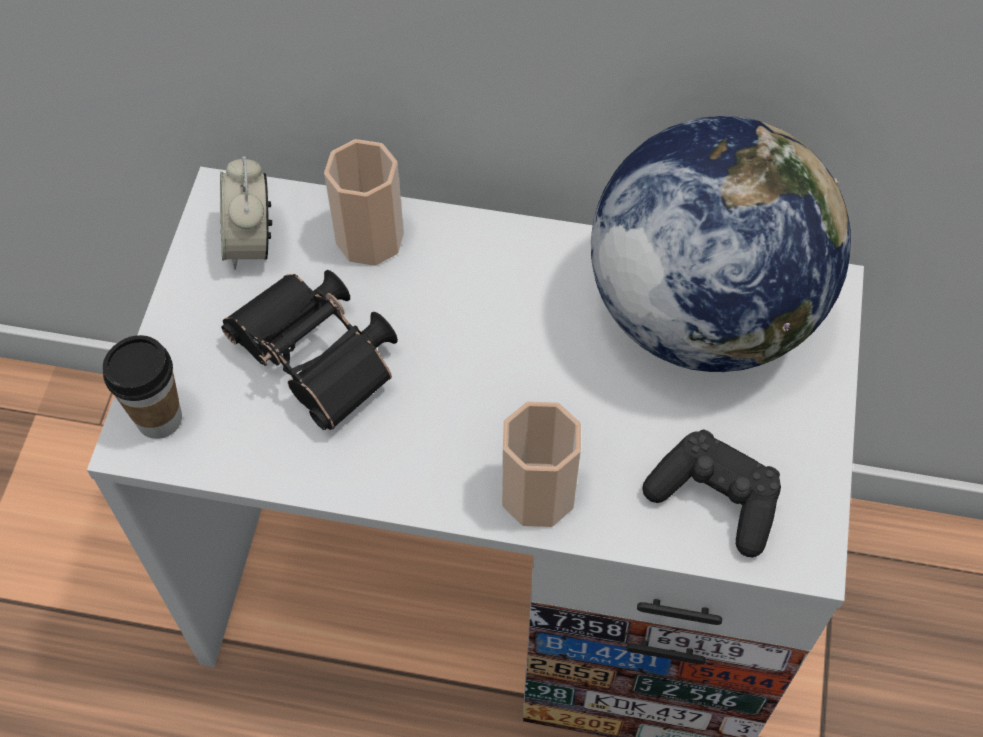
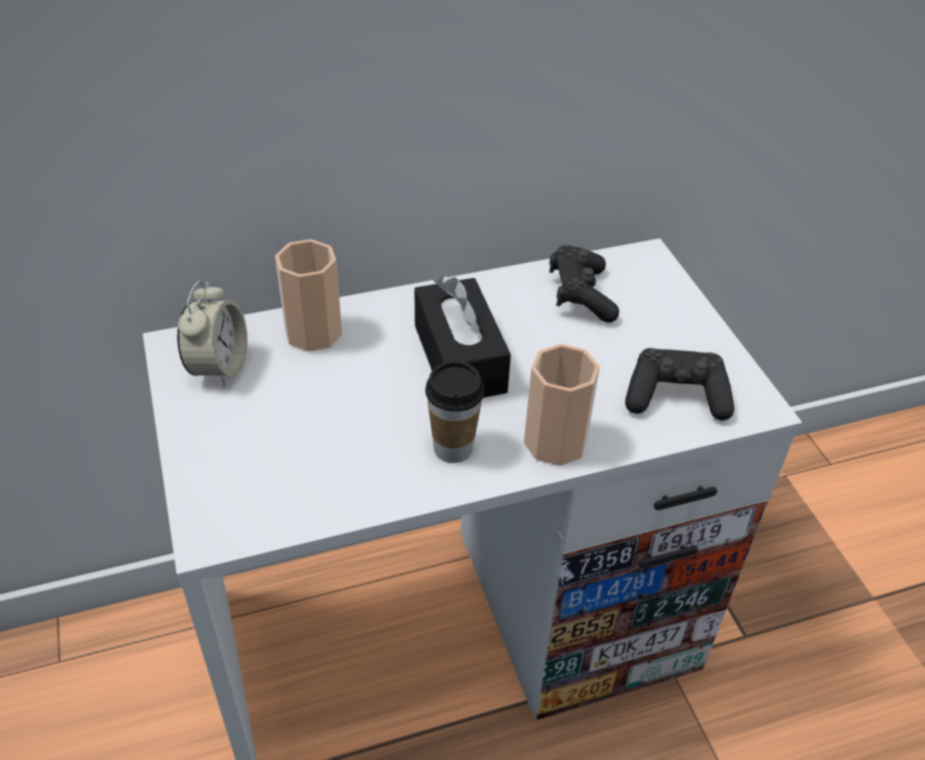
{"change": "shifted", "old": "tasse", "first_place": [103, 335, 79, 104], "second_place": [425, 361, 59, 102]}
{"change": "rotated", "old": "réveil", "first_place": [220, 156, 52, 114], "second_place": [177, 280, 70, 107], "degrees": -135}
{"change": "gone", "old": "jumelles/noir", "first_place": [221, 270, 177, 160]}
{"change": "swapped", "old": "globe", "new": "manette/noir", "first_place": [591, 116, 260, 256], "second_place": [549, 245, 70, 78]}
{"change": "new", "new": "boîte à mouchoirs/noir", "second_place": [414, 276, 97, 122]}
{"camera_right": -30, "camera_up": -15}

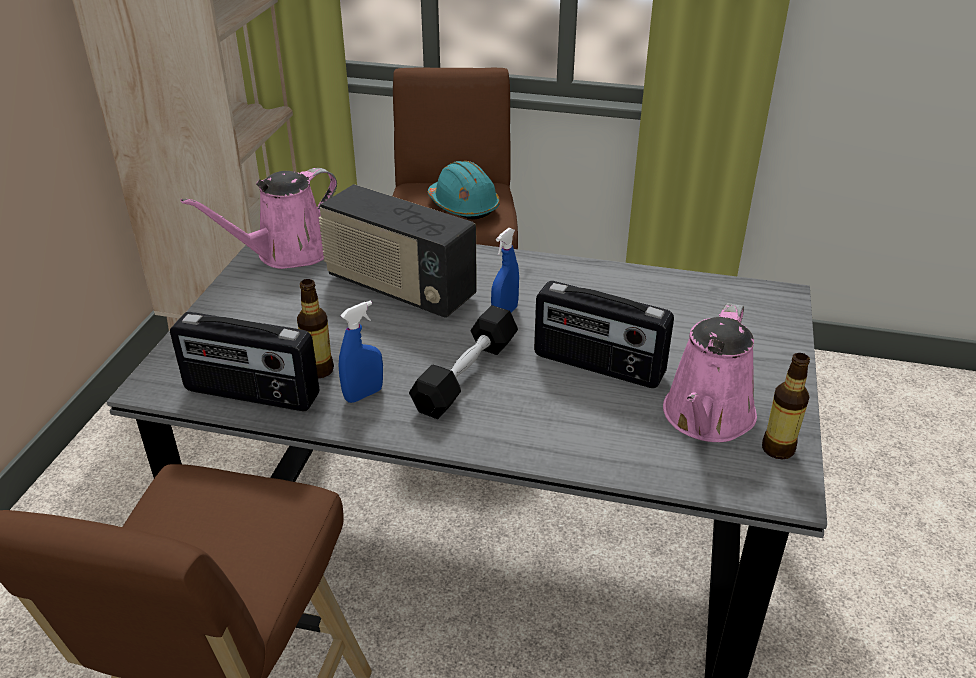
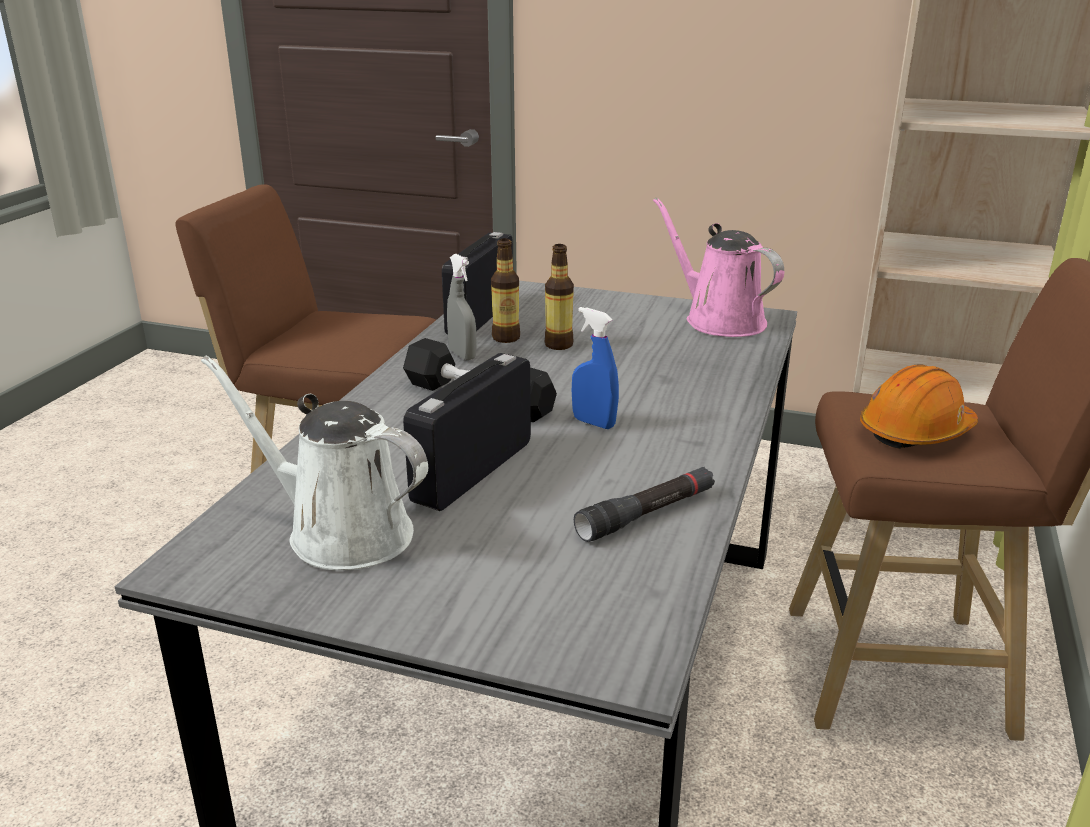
{"change": "gone", "old": "radio", "first_place": [319, 184, 158, 134]}
{"change": "repainted", "old": "vaporisateur/bleu", "new": "vaporisateur/gris", "first_place": [339, 301, 44, 102], "second_place": [447, 254, 30, 106]}
{"change": "repainted", "old": "casque de chantier/turquoise", "new": "casque de chantier/orange", "first_place": [428, 161, 72, 59], "second_place": [860, 365, 118, 84]}
{"change": "repainted", "old": "arrosoir/rose", "new": "arrosoir/blanc", "first_place": [663, 303, 94, 139], "second_place": [201, 356, 227, 214]}
{"change": "shifted", "old": "bouteille", "first_place": [762, 353, 48, 106], "second_place": [545, 244, 29, 106]}
{"change": "new", "new": "lampe de poche/noir", "second_place": [574, 467, 141, 75]}
{"camera_right": 95, "camera_up": -10}

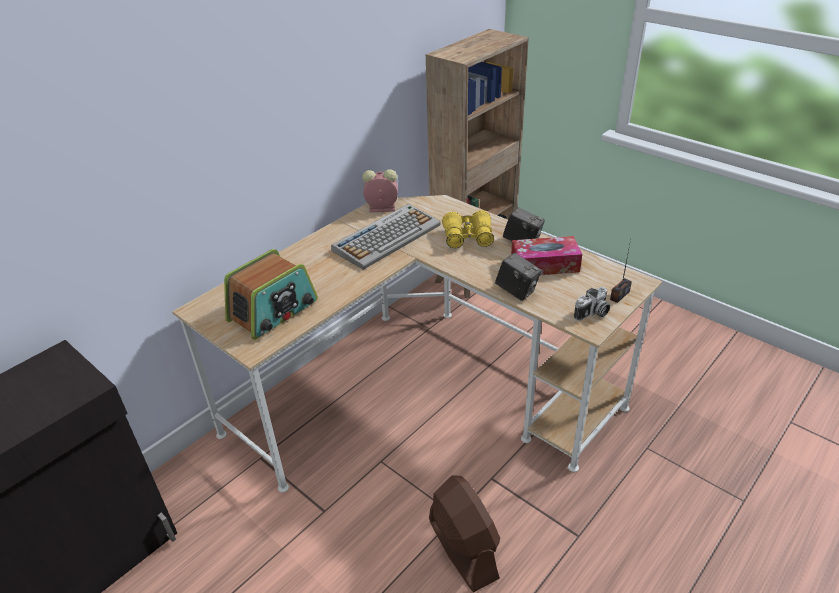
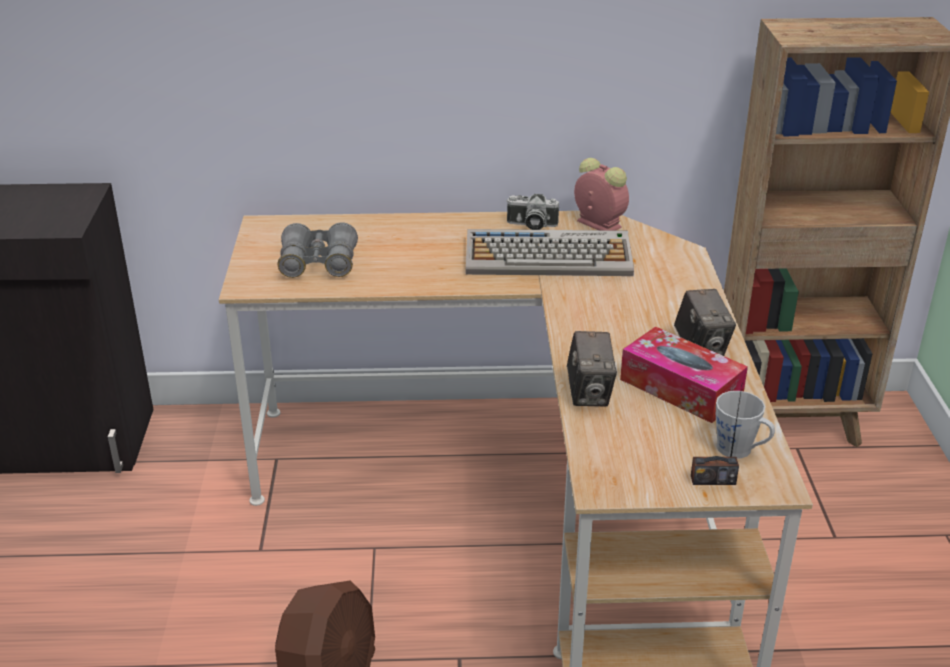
{"change": "swapped", "old": "radio", "new": "jumelles/gris", "first_place": [224, 249, 94, 91], "second_place": [278, 222, 80, 56]}
{"change": "gone", "old": "jumelles/jaune", "first_place": [442, 210, 52, 38]}
{"change": "shifted", "old": "appareil photo", "first_place": [574, 286, 36, 35], "second_place": [506, 194, 53, 36]}
{"change": "new", "new": "mug/gris", "second_place": [716, 391, 59, 67]}
{"camera_right": 45, "camera_up": -5}

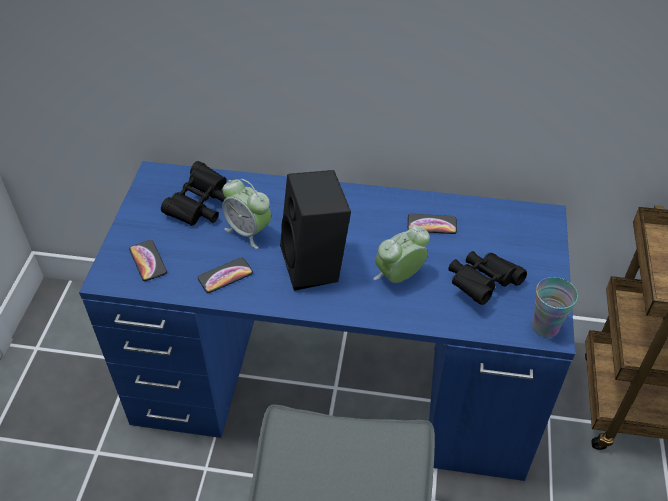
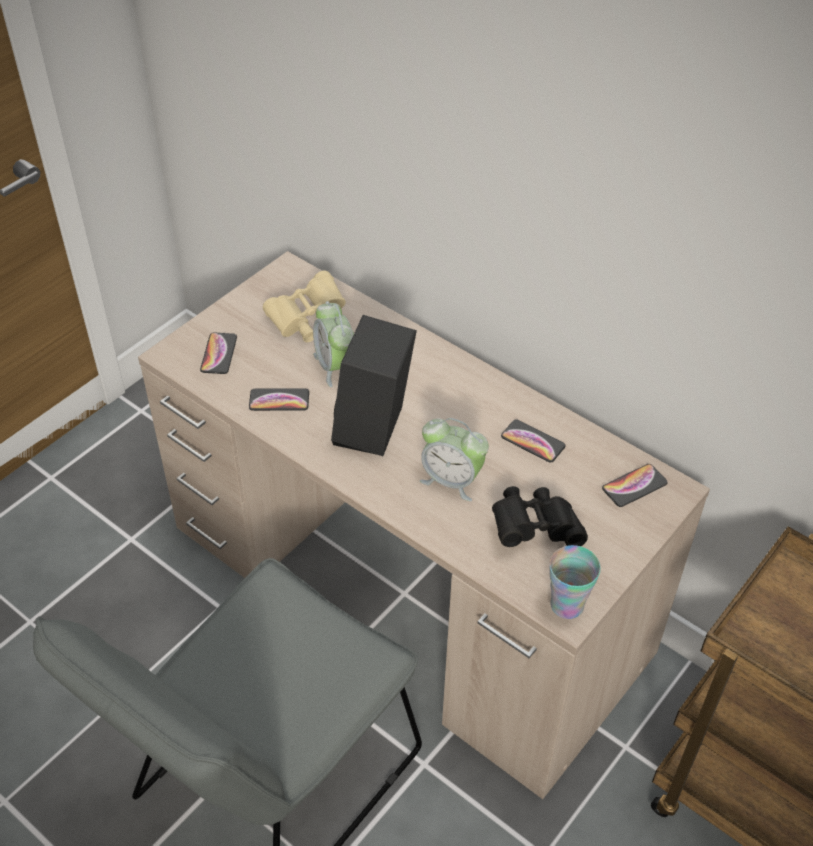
{"change": "repainted", "old": "bureau/bleu", "new": "bureau/beige", "first_place": [79, 161, 496, 320], "second_place": [138, 251, 572, 548]}
{"change": "repainted", "old": "jumelles/noir", "new": "jumelles/beige", "first_place": [161, 161, 66, 65], "second_place": [263, 271, 83, 71]}
{"change": "rotated", "old": "réveil", "first_place": [373, 226, 57, 57], "second_place": [420, 418, 69, 83], "degrees": -150}
{"change": "new", "new": "téléphone", "second_place": [602, 464, 66, 43]}
{"camera_right": 30, "camera_up": 0}

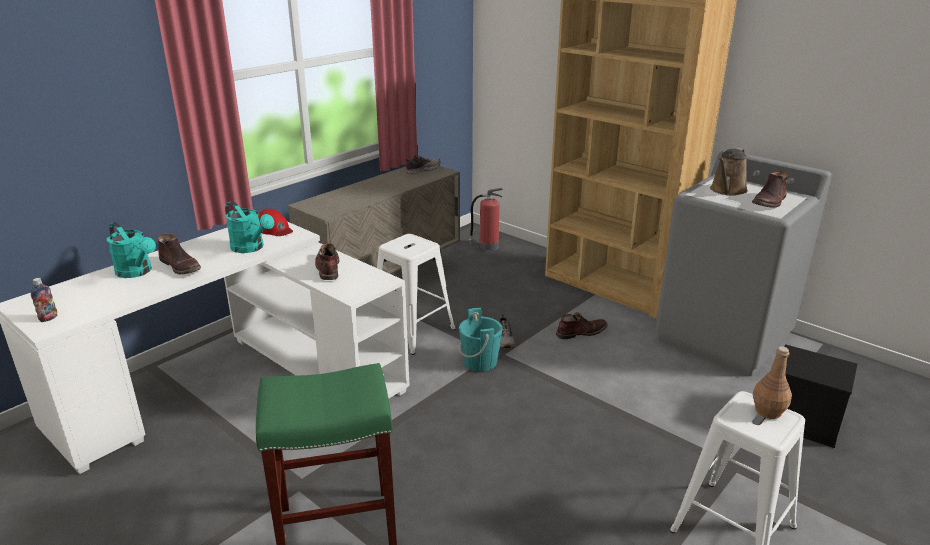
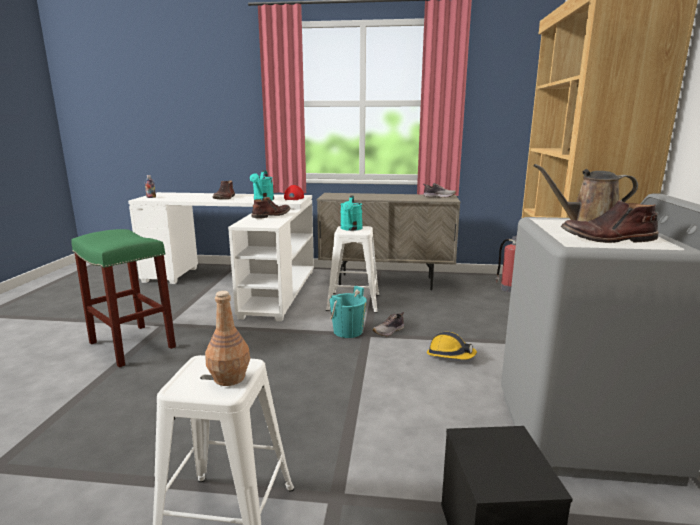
{"change": "shifted", "old": "arrosoir/turquoise", "first_place": [107, 222, 49, 56], "second_place": [340, 196, 23, 35]}
{"change": "swapped", "old": "botte/marron", "new": "casque de chantier", "first_place": [556, 312, 52, 27], "second_place": [427, 332, 50, 28]}
{"camera_right": 55, "camera_up": -10}

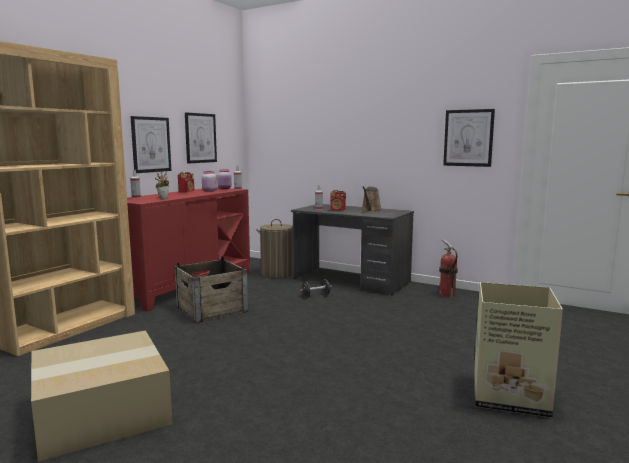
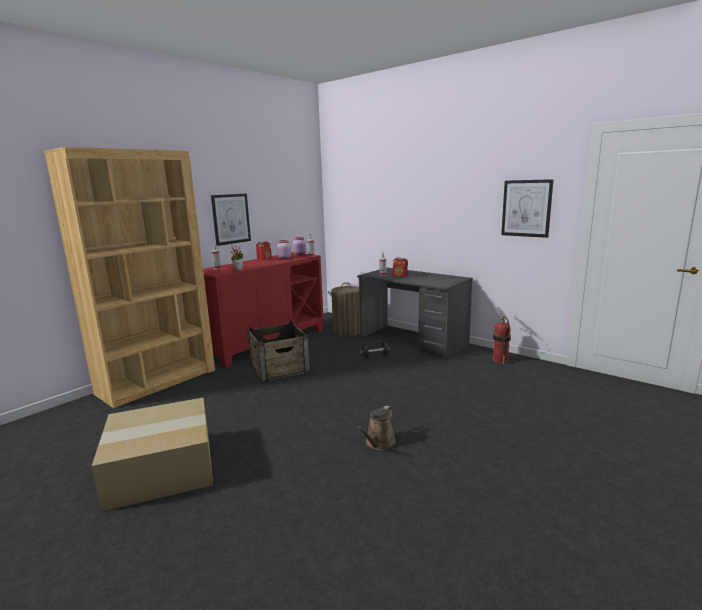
{"change": "gone", "old": "tableau", "first_place": [185, 112, 32, 52]}
{"change": "shifted", "old": "arrosoir/marron", "first_place": [361, 186, 21, 26], "second_place": [356, 406, 40, 44]}
{"change": "gone", "old": "carton", "first_place": [474, 282, 89, 136]}
{"camera_right": 10, "camera_up": 5}

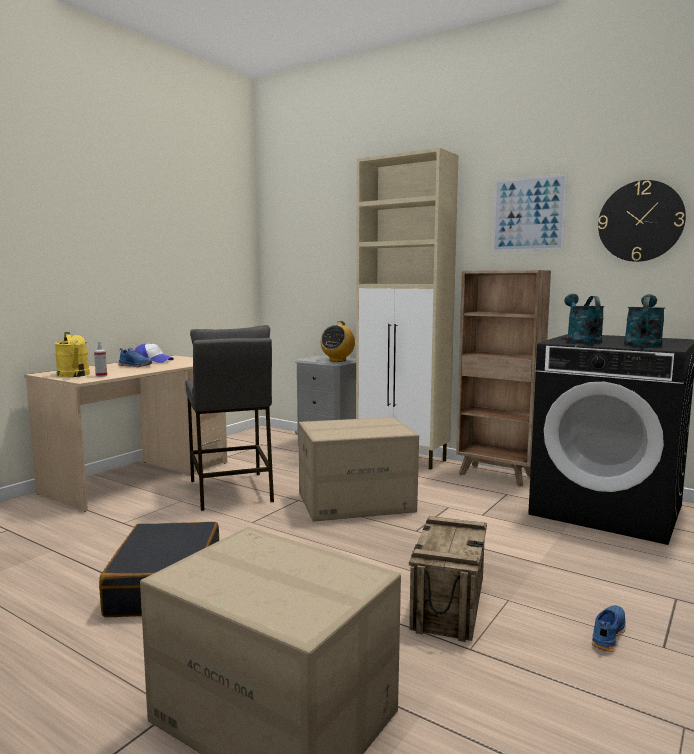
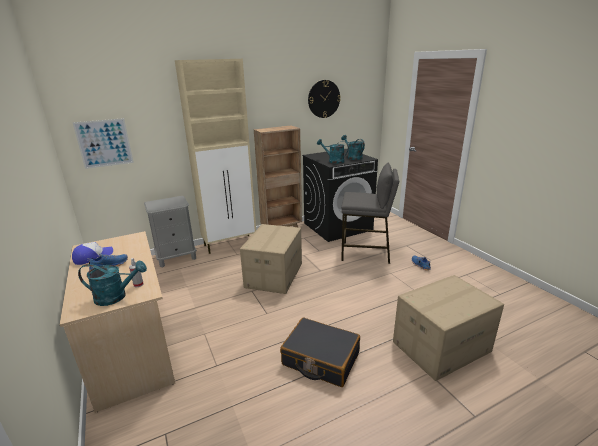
{"change": "repainted", "old": "arrosoir/jaune", "new": "arrosoir/turquoise", "first_place": [54, 332, 36, 45], "second_place": [78, 261, 69, 45]}
{"change": "shifted", "old": "tabouret/gris", "first_place": [185, 325, 89, 186], "second_place": [341, 162, 58, 102]}
{"change": "gone", "old": "radio", "first_place": [321, 321, 34, 41]}
{"change": "gone", "old": "caisse", "first_place": [409, 516, 78, 126]}
{"change": "shifted", "old": "tableau", "first_place": [492, 173, 76, 79], "second_place": [72, 118, 62, 51]}
{"camera_right": -60, "camera_up": 15}

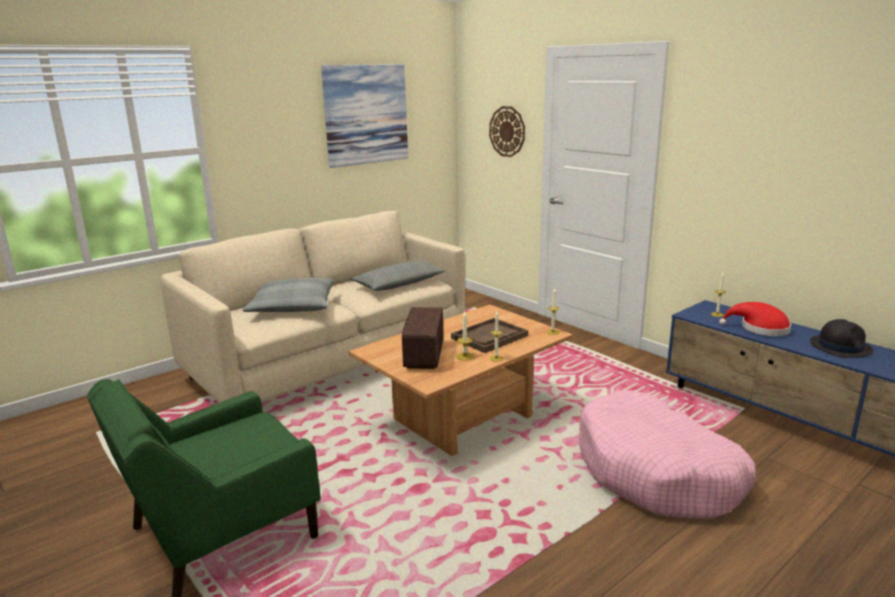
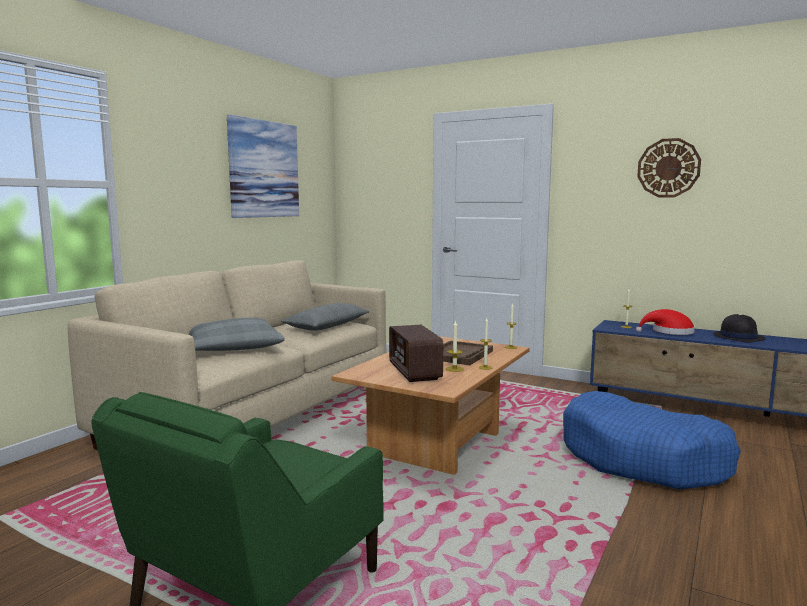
{"change": "shifted", "old": "horloge murale", "first_place": [489, 106, 36, 51], "second_place": [637, 138, 64, 59]}
{"change": "repainted", "old": "panier pour chien/rose", "new": "panier pour chien/bleu", "first_place": [579, 390, 177, 129], "second_place": [563, 391, 178, 98]}
{"camera_right": -20, "camera_up": -10}

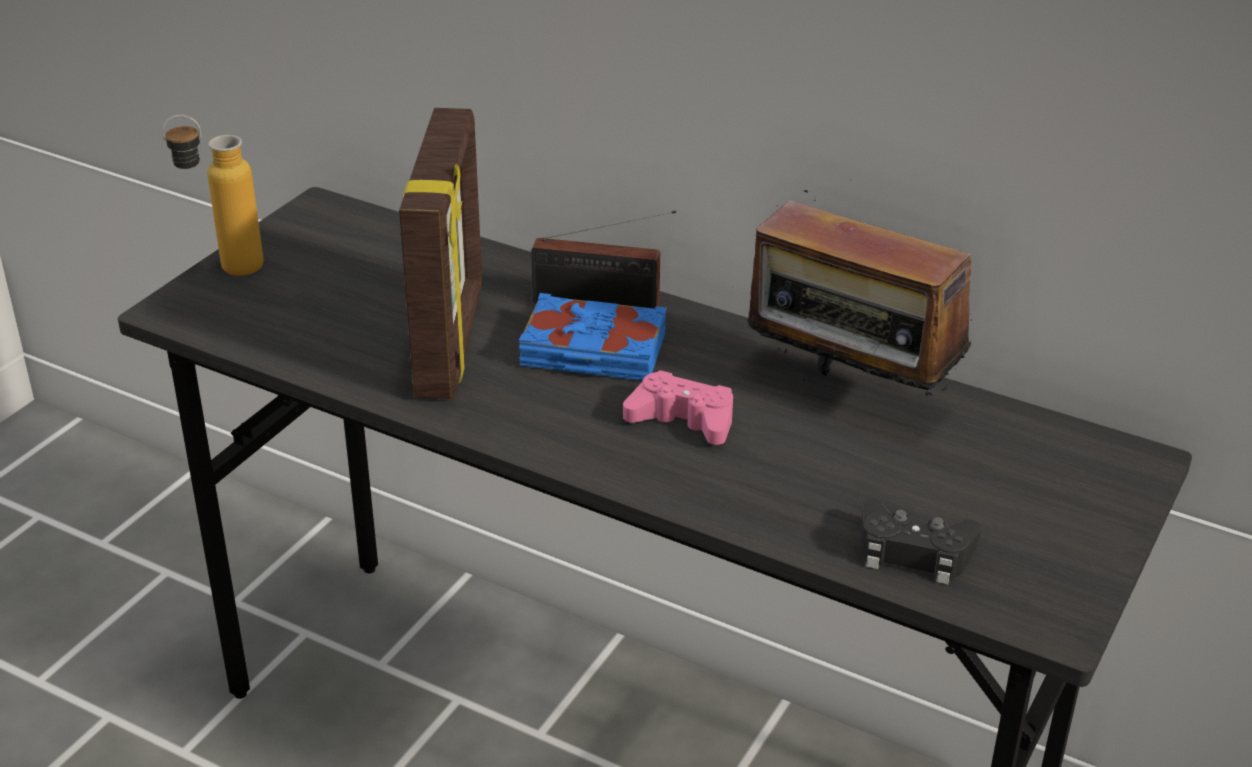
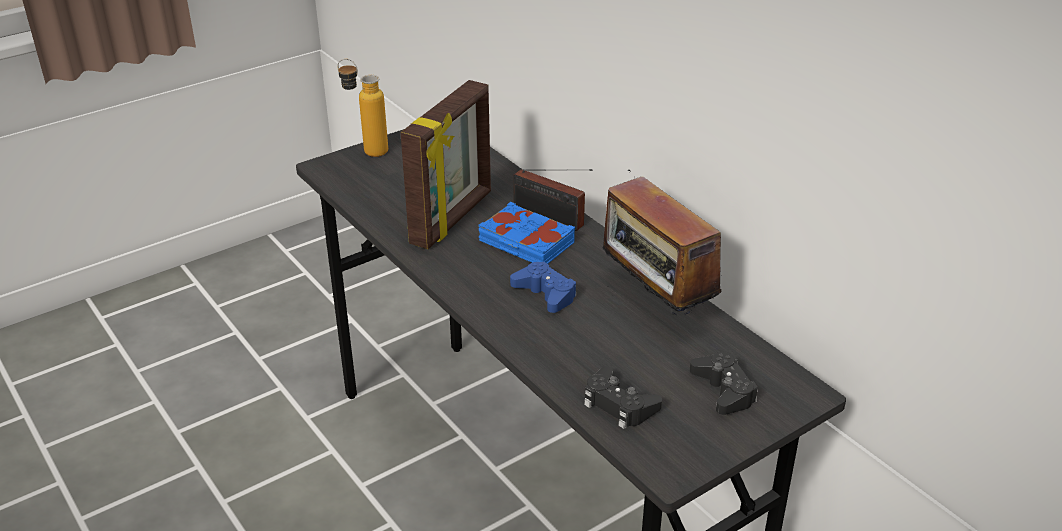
{"change": "repainted", "old": "manette/rose", "new": "manette/bleu", "first_place": [623, 370, 110, 75], "second_place": [510, 262, 66, 51]}
{"change": "new", "new": "manette/noir", "second_place": [690, 352, 68, 63]}
{"camera_right": 25, "camera_up": 0}

